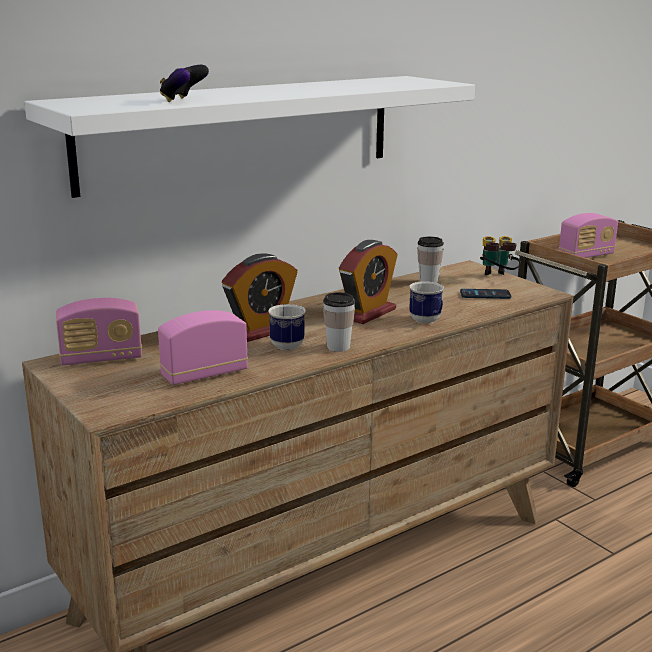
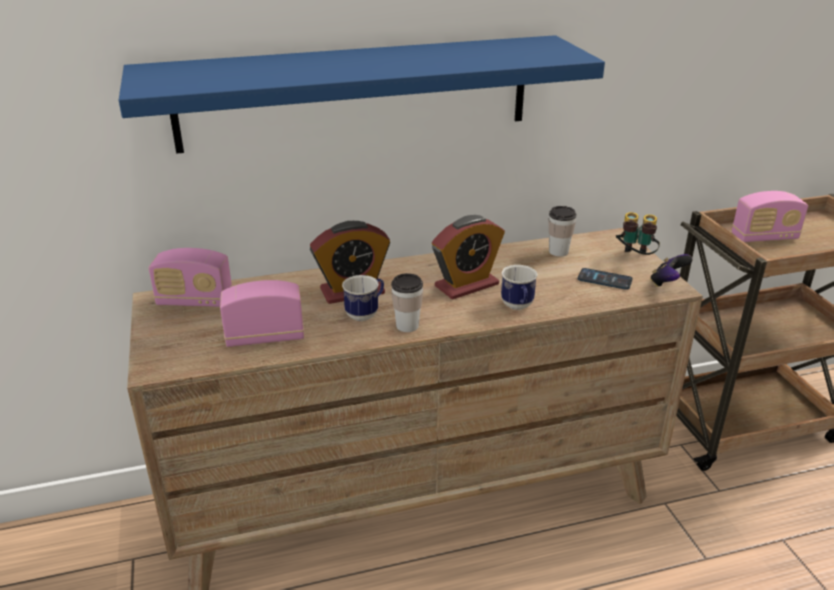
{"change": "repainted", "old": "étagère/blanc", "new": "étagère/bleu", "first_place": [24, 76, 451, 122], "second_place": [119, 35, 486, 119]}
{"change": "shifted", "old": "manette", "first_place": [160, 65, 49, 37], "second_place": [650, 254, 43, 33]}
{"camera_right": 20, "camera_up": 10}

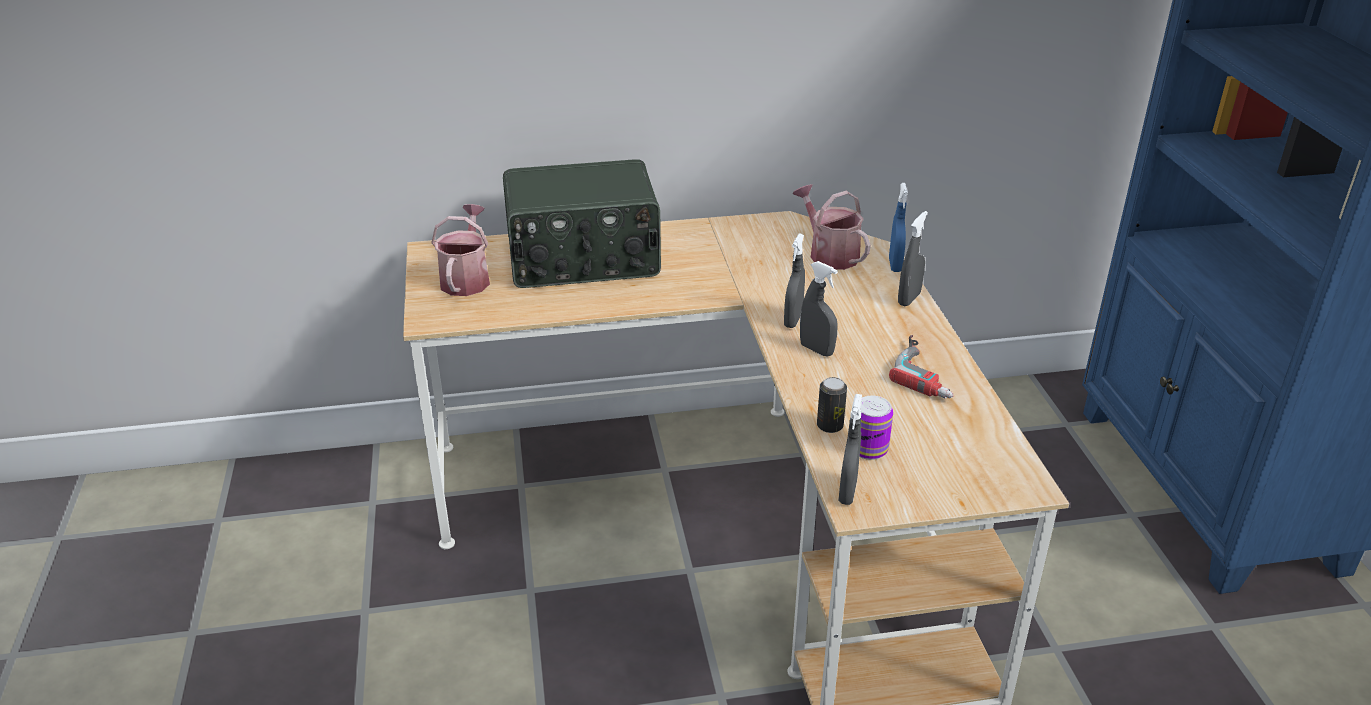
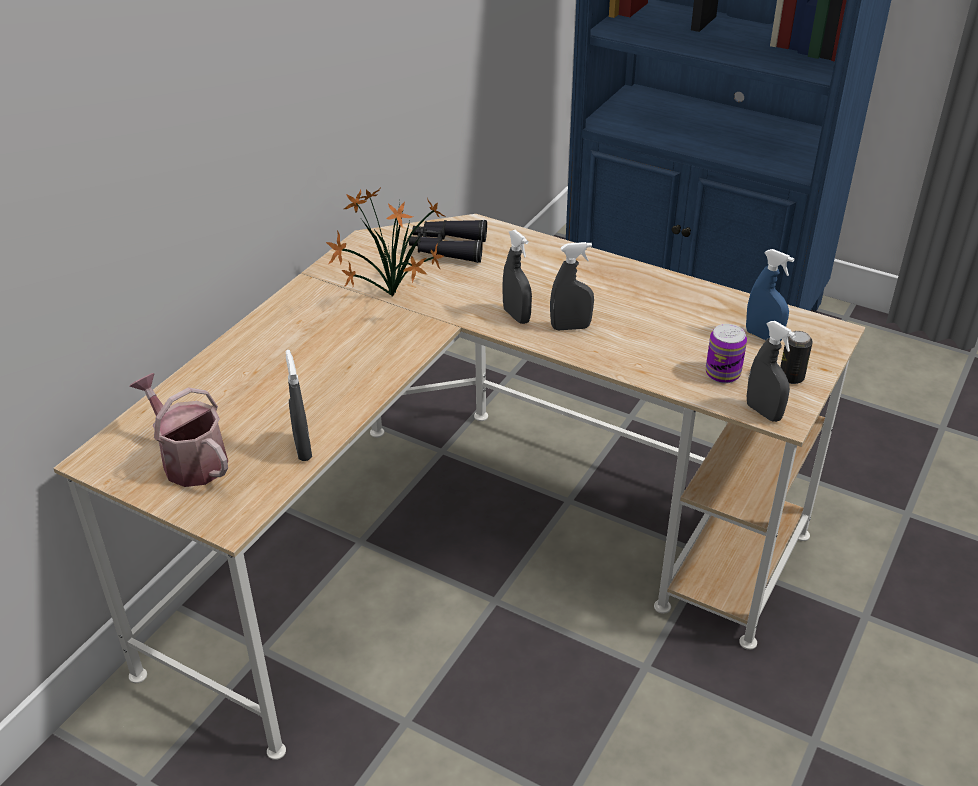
{"change": "gone", "old": "radio", "first_place": [503, 159, 158, 129]}
{"change": "swapped", "old": "arrosoir", "new": "jumelles/noir", "first_place": [793, 184, 78, 86], "second_place": [409, 220, 78, 43]}
{"change": "shifted", "old": "boîte métallique", "first_place": [817, 377, 30, 56], "second_place": [780, 331, 33, 53]}
{"change": "shifted", "old": "vaporisateur/bleu", "first_place": [889, 183, 19, 89], "second_place": [746, 249, 48, 92]}
{"change": "gone", "old": "perceuse", "first_place": [889, 335, 65, 64]}
{"change": "shifted", "old": "vaporisateur/gris", "first_place": [898, 211, 30, 95], "second_place": [286, 350, 26, 111]}
{"change": "new", "new": "plante en pot", "second_place": [326, 188, 119, 108]}
{"camera_right": -50, "camera_up": 5}

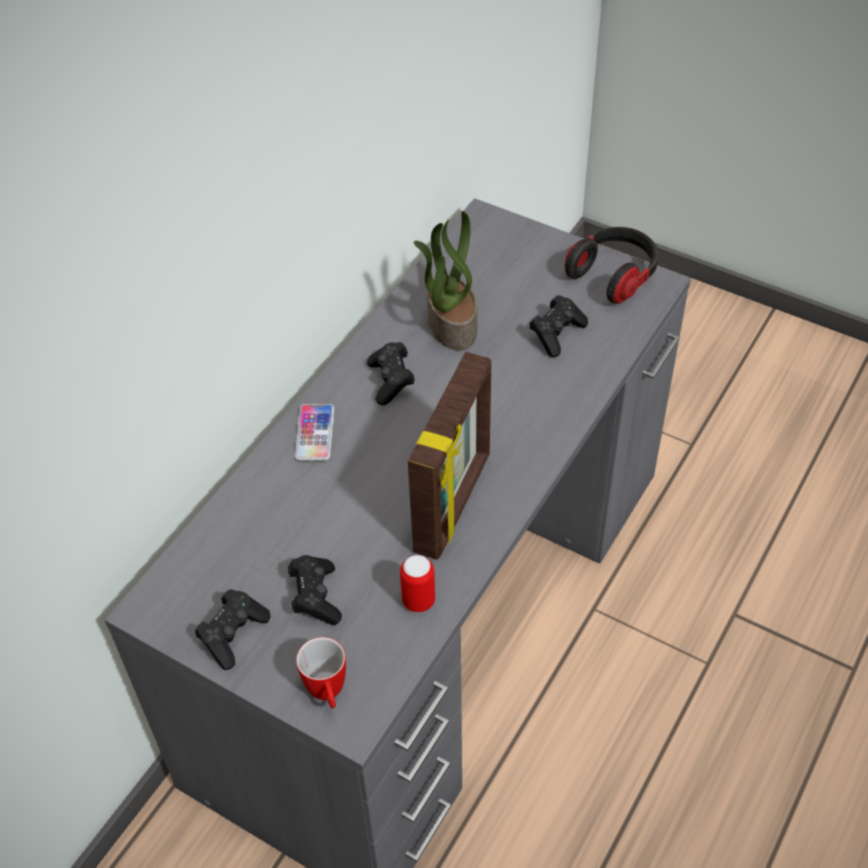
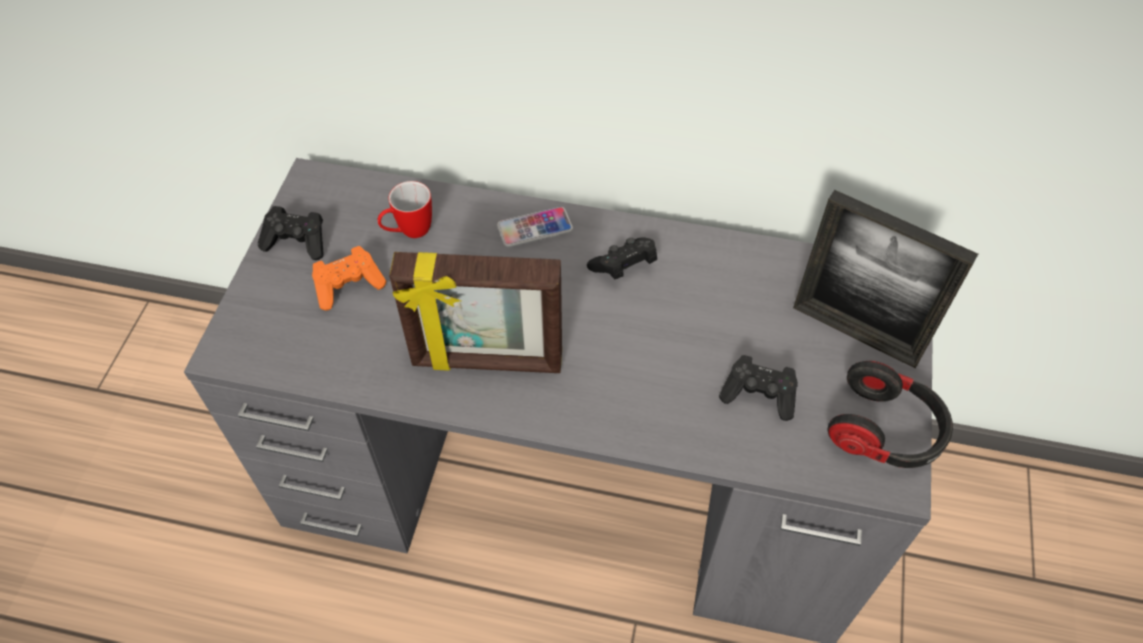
{"change": "repainted", "old": "manette/noir", "new": "manette/orange", "first_place": [288, 555, 54, 70], "second_place": [312, 246, 74, 65]}
{"change": "shifted", "old": "mug", "first_place": [296, 637, 50, 71], "second_place": [377, 181, 55, 57]}
{"change": "gone", "old": "boîte métallique", "first_place": [400, 555, 35, 58]}
{"change": "gone", "old": "plante en pot", "first_place": [414, 211, 63, 139]}
{"change": "new", "new": "cadre photo", "second_place": [793, 190, 185, 179]}
{"camera_right": 70, "camera_up": 5}

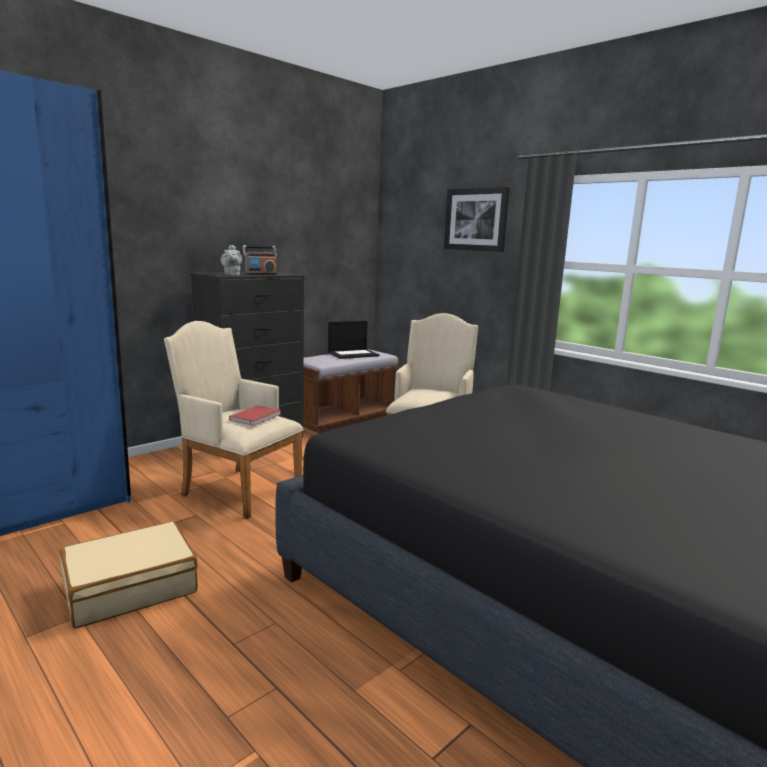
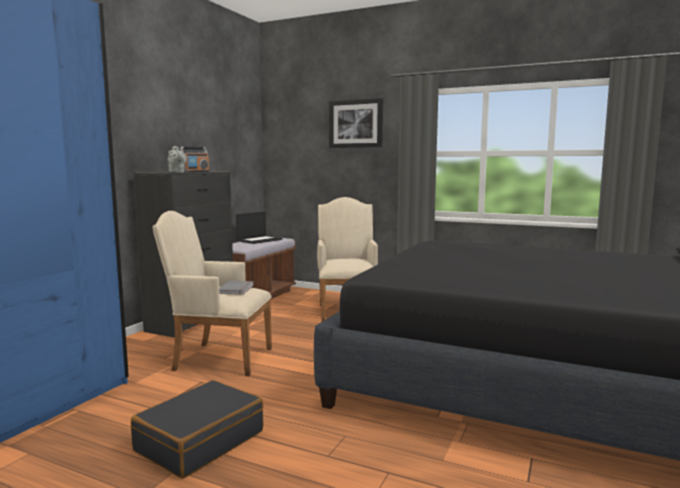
{"change": "repainted", "old": "valise/beige", "new": "valise/noir", "first_place": [59, 521, 139, 107], "second_place": [131, 380, 132, 99]}
{"change": "repainted", "old": "livre/rouge", "new": "livre/gris", "first_place": [229, 405, 52, 21], "second_place": [219, 281, 35, 14]}
{"camera_right": -20, "camera_up": -5}

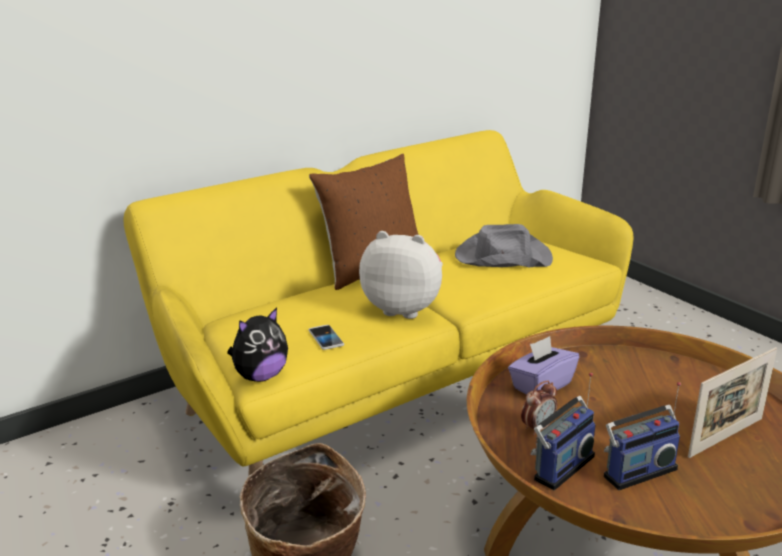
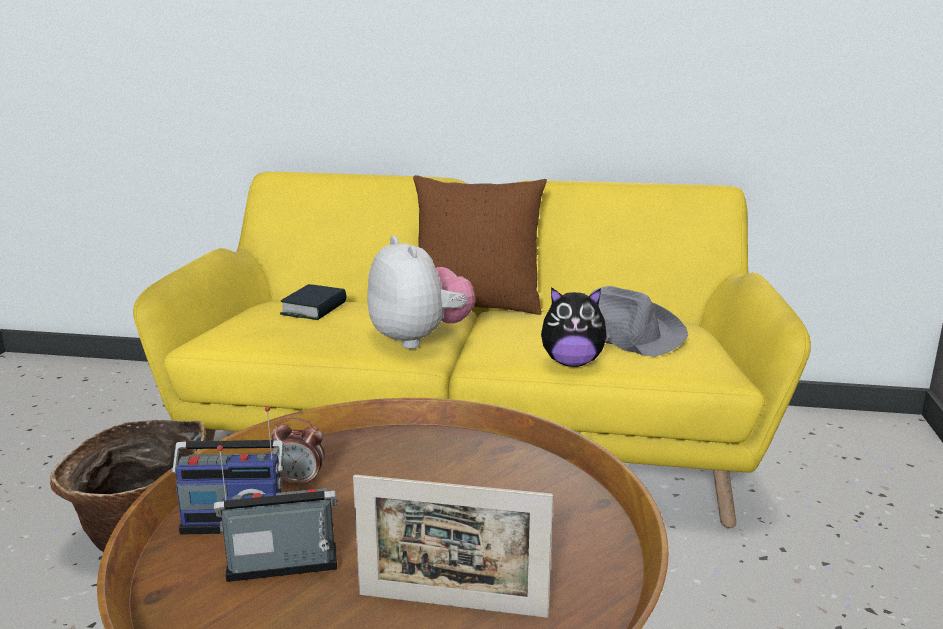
{"change": "shifted", "old": "peluche", "first_place": [227, 307, 61, 75], "second_place": [541, 287, 69, 80]}
{"change": "gone", "old": "téléphone", "first_place": [308, 325, 36, 25]}
{"change": "gone", "old": "boîte à mouchoirs/violet", "first_place": [508, 336, 71, 59]}
{"change": "rotated", "old": "radio", "first_place": [604, 382, 77, 108], "second_place": [214, 445, 124, 137], "degrees": 150}
{"change": "new", "new": "livre", "second_place": [280, 284, 66, 36]}
{"camera_right": 45, "camera_up": -5}

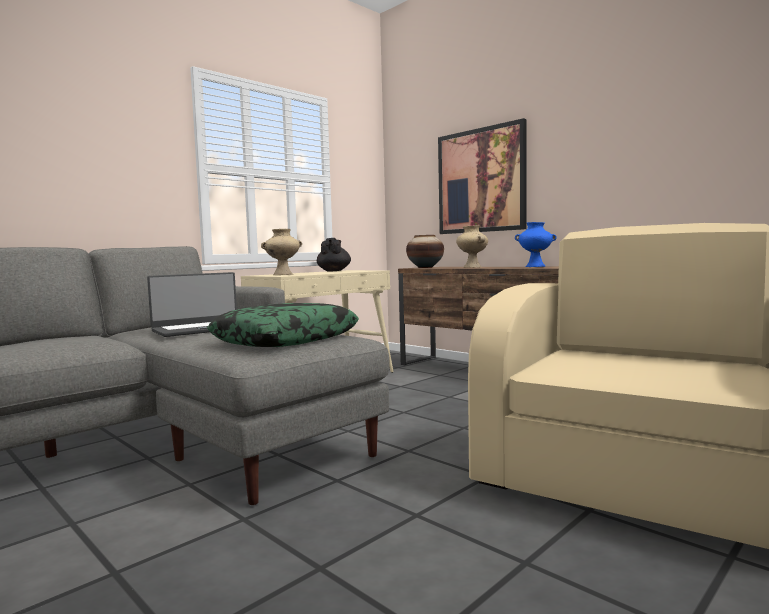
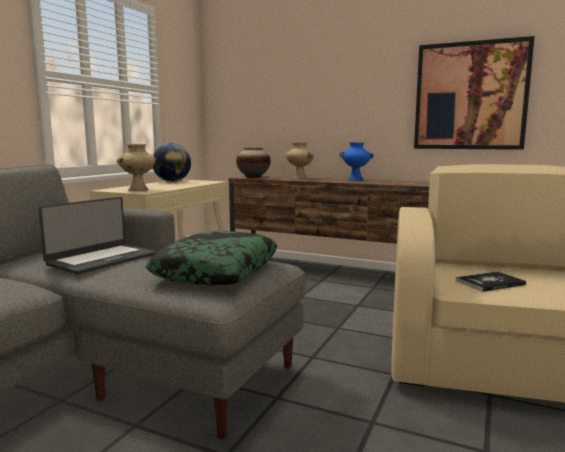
{"change": "swapped", "old": "théière/noir", "new": "globe", "first_place": [317, 238, 34, 34], "second_place": [153, 143, 38, 39]}
{"change": "shifted", "old": "tableau", "first_place": [438, 118, 89, 116], "second_place": [414, 36, 121, 114]}
{"change": "new", "new": "livre", "second_place": [456, 271, 70, 21]}
{"camera_right": -20, "camera_up": 5}

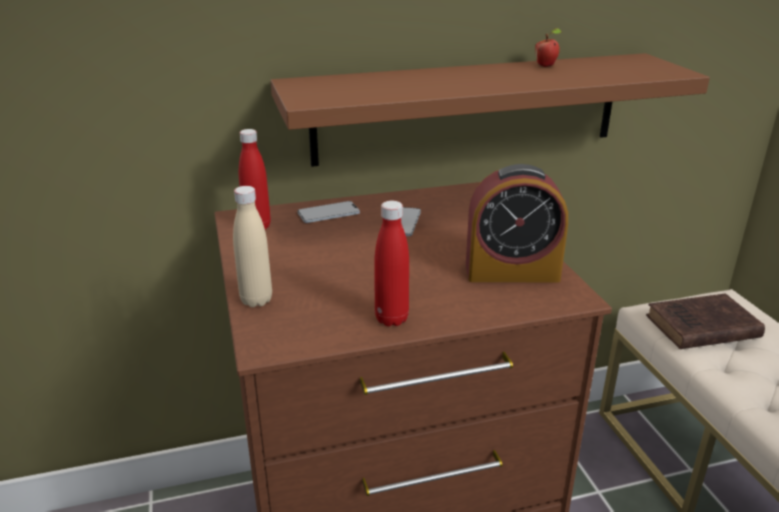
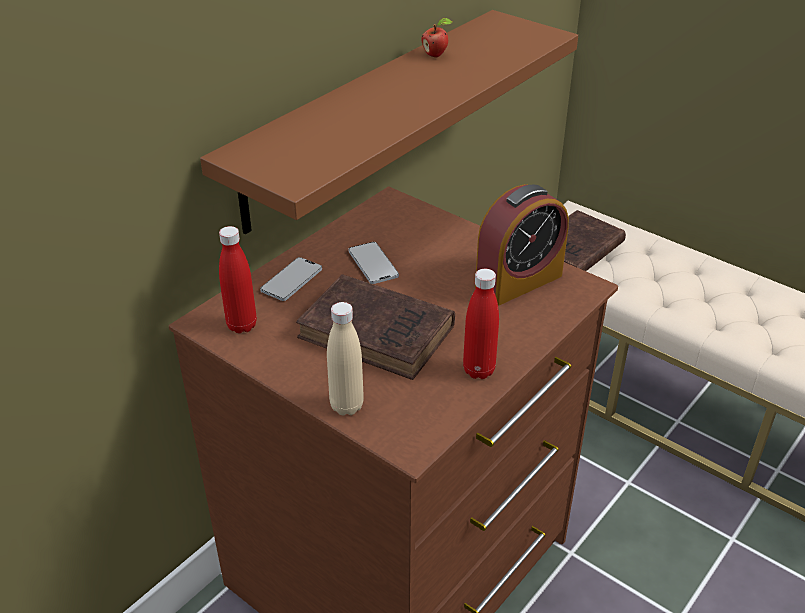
{"change": "new", "new": "livre/marron", "second_place": [296, 274, 159, 106]}
{"camera_right": -35, "camera_up": 10}

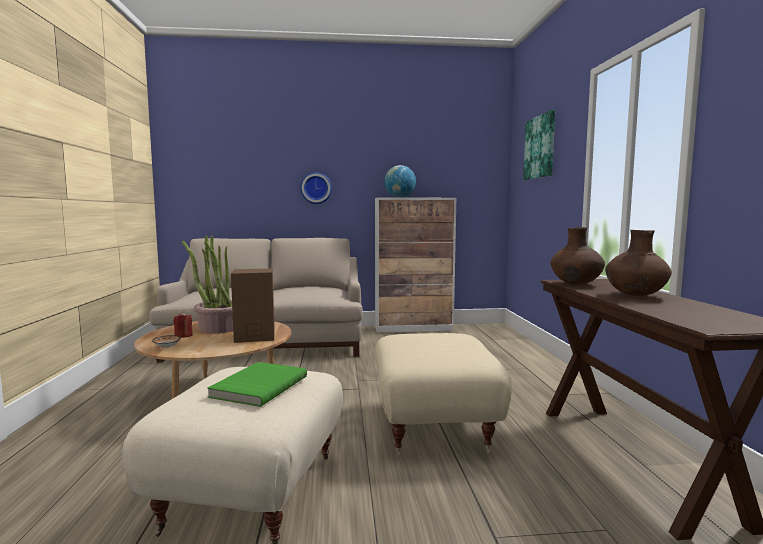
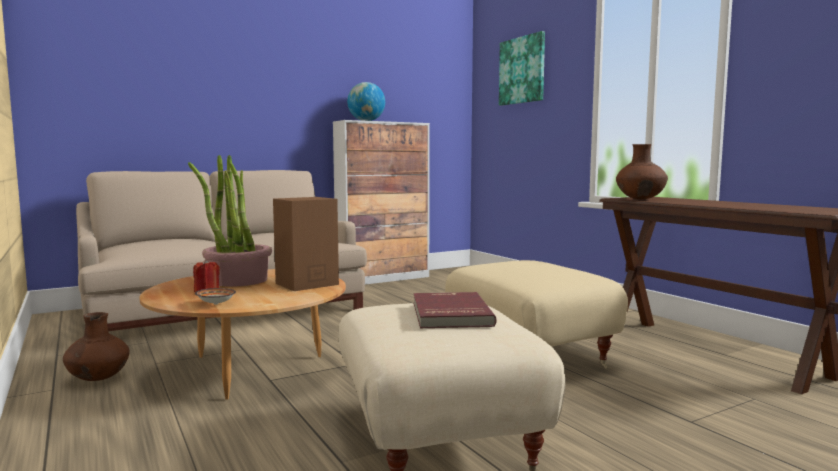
{"change": "repainted", "old": "livre/vert", "new": "livre/rouge", "first_place": [207, 362, 100, 45], "second_place": [413, 292, 84, 36]}
{"change": "gone", "old": "horloge murale", "first_place": [300, 172, 32, 32]}
{"change": "shifted", "old": "vase/marron", "first_place": [605, 230, 67, 66], "second_place": [63, 312, 67, 69]}
{"camera_right": -25, "camera_up": 0}

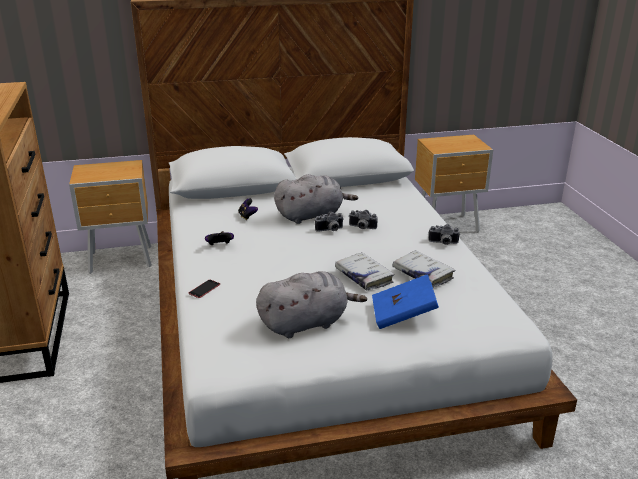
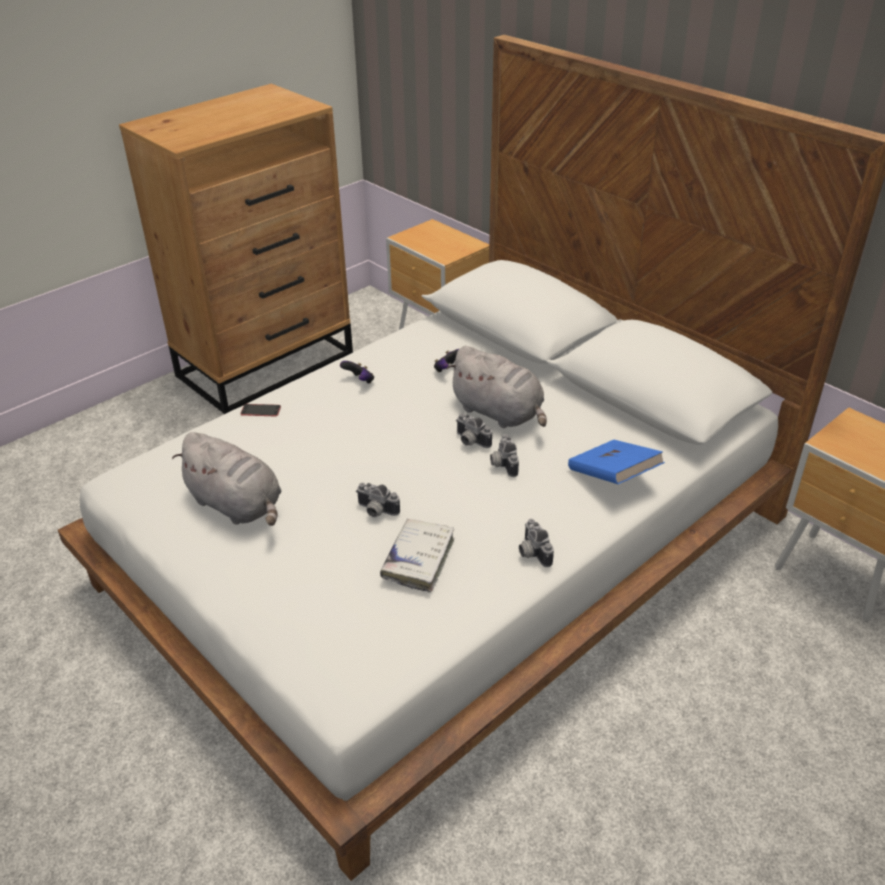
{"change": "swapped", "old": "livre/blanc", "new": "appareil photo", "first_place": [335, 252, 60, 39], "second_place": [356, 483, 44, 34]}
{"change": "shifted", "old": "livre/bleu", "first_place": [372, 274, 67, 55], "second_place": [568, 440, 97, 44]}
{"camera_right": 60, "camera_up": 10}

